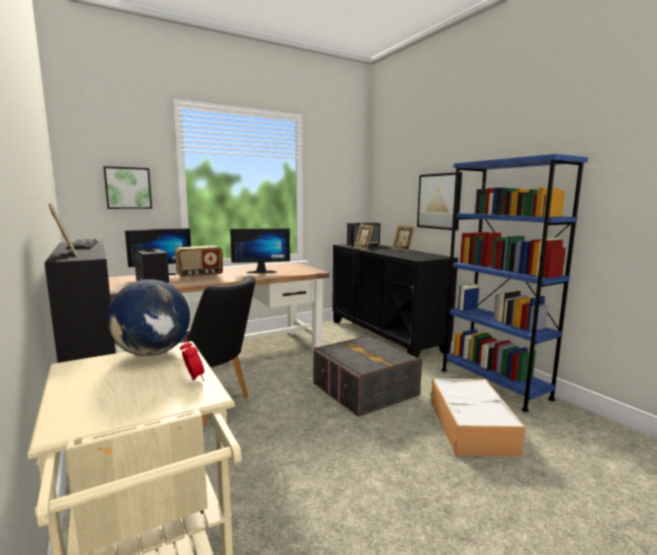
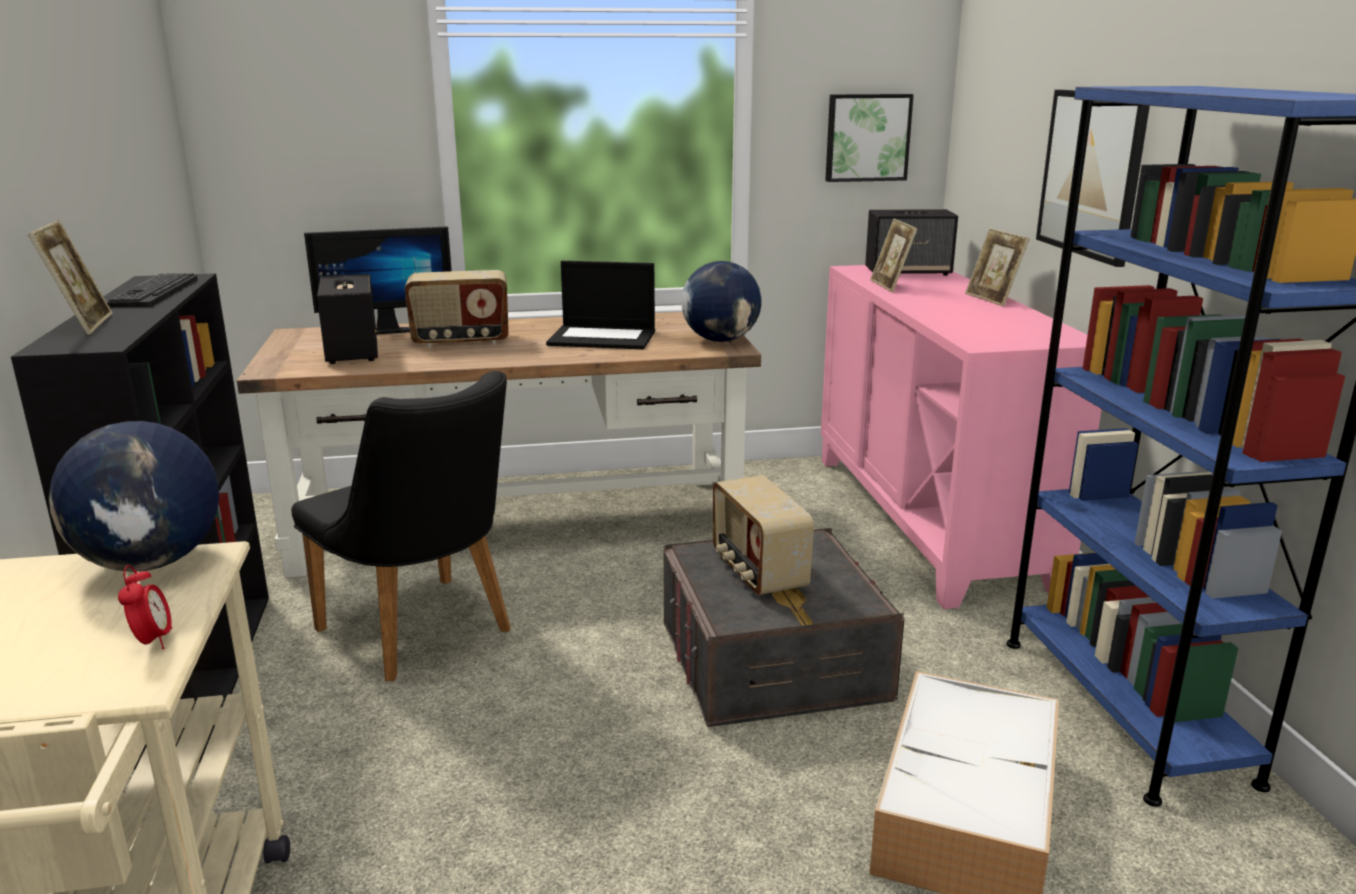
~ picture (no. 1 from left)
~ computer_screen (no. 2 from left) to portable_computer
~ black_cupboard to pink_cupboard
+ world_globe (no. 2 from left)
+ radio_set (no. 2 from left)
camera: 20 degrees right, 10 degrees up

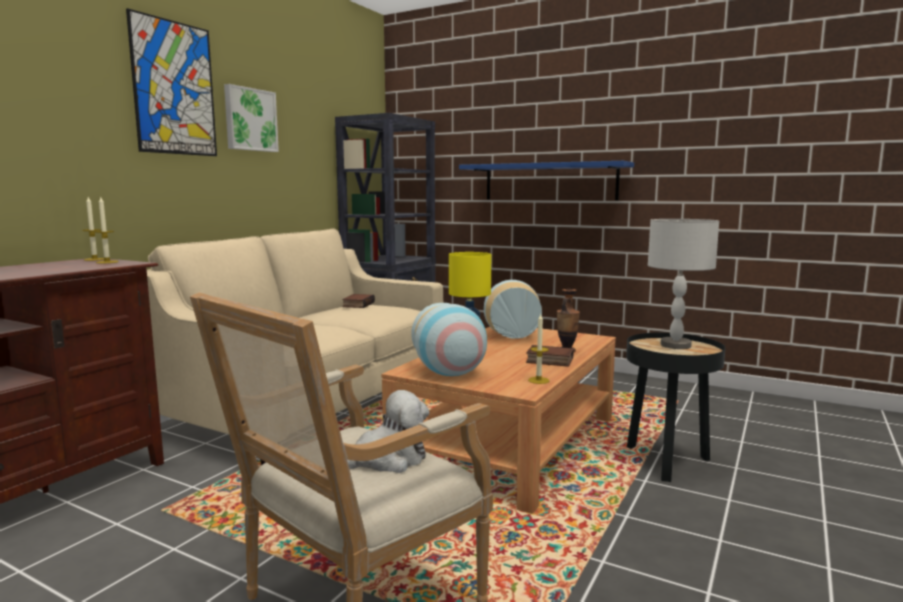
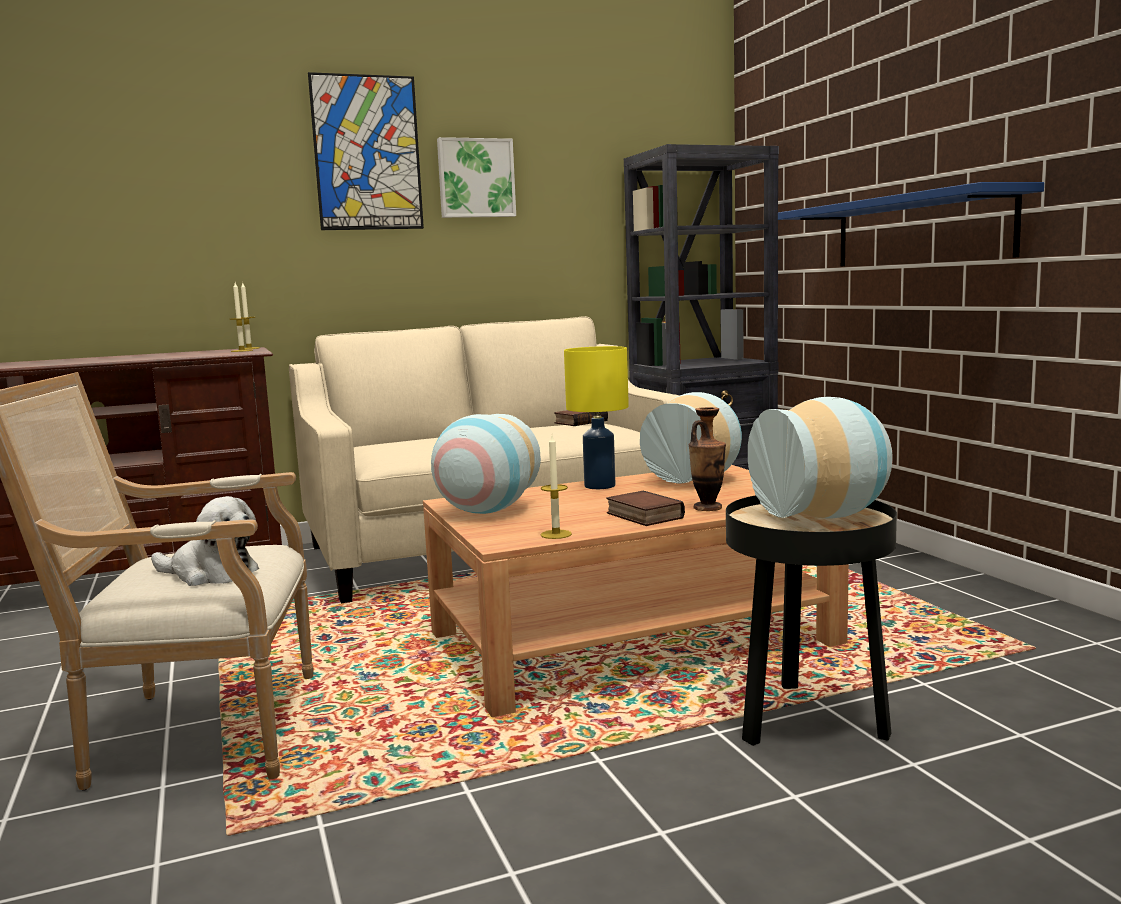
~ grey_lamp_for_a_table to flower_vase (no. 4 from left)
camera: 40 degrees right, 0 degrees up

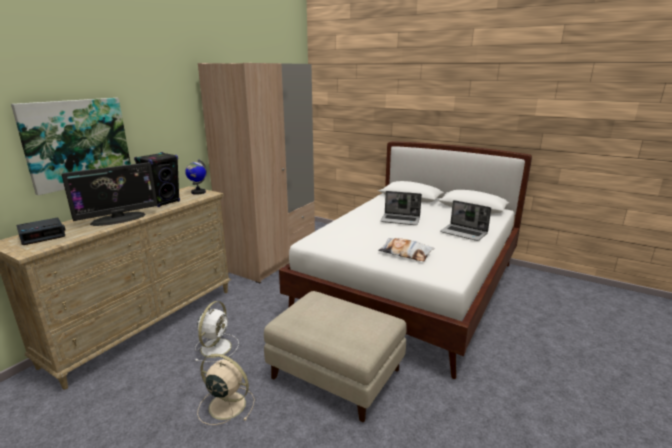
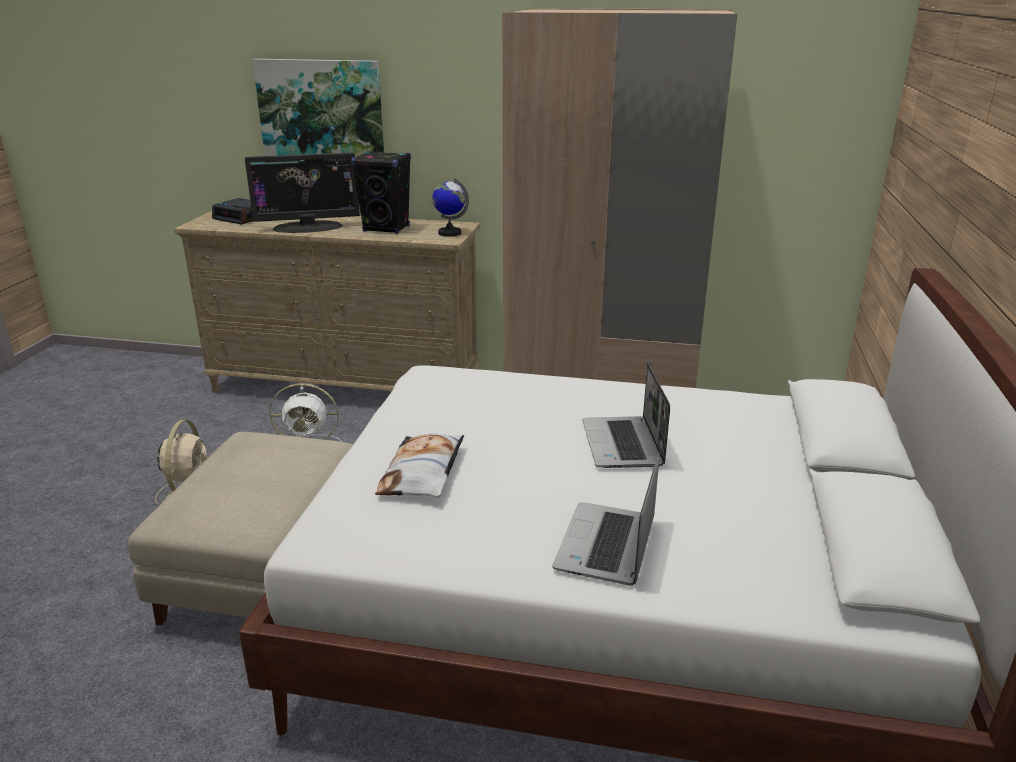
~ computer_screen 45 degrees counterclockwise
camera: 70 degrees right, 5 degrees up

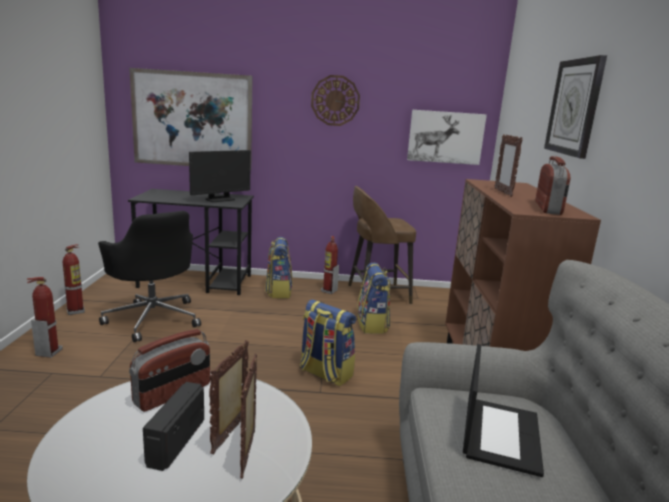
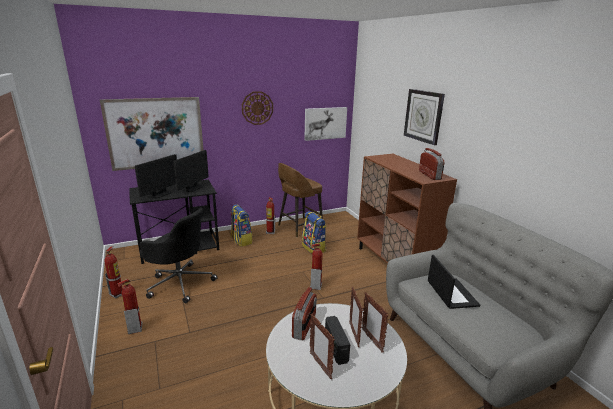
~ knapsack (no. 2 from left) to fire_extinguisher (no. 4 from left)
~ photo_frame (no. 3 from left in the first image) to photo_frame (no. 1 from left)
+ computer_screen (no. 1 from left)
camera: 25 degrees left, 5 degrees up

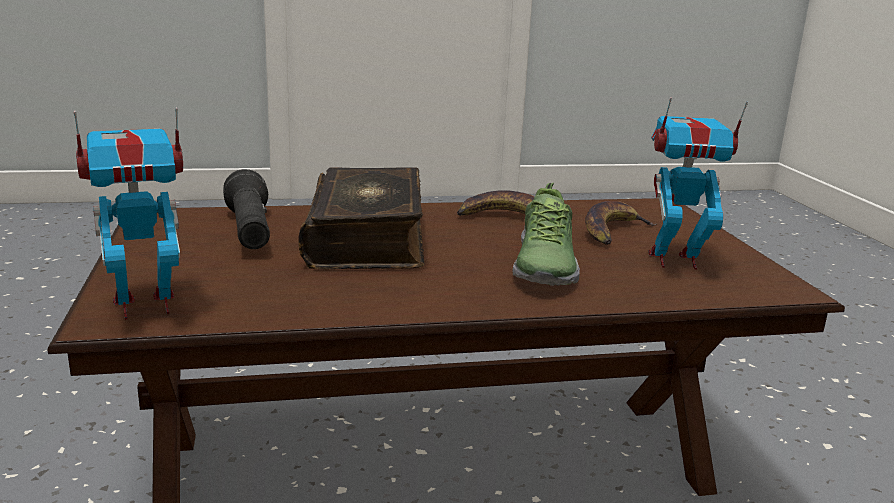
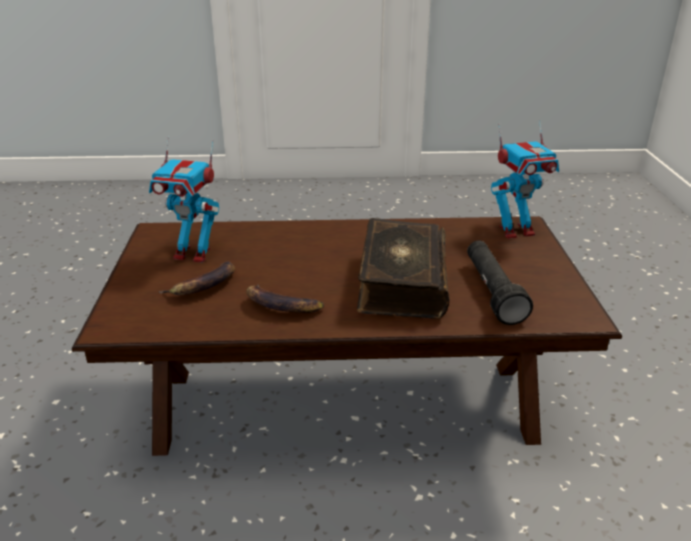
- item_of_footwear
camera: 170 degrees left, 10 degrees up

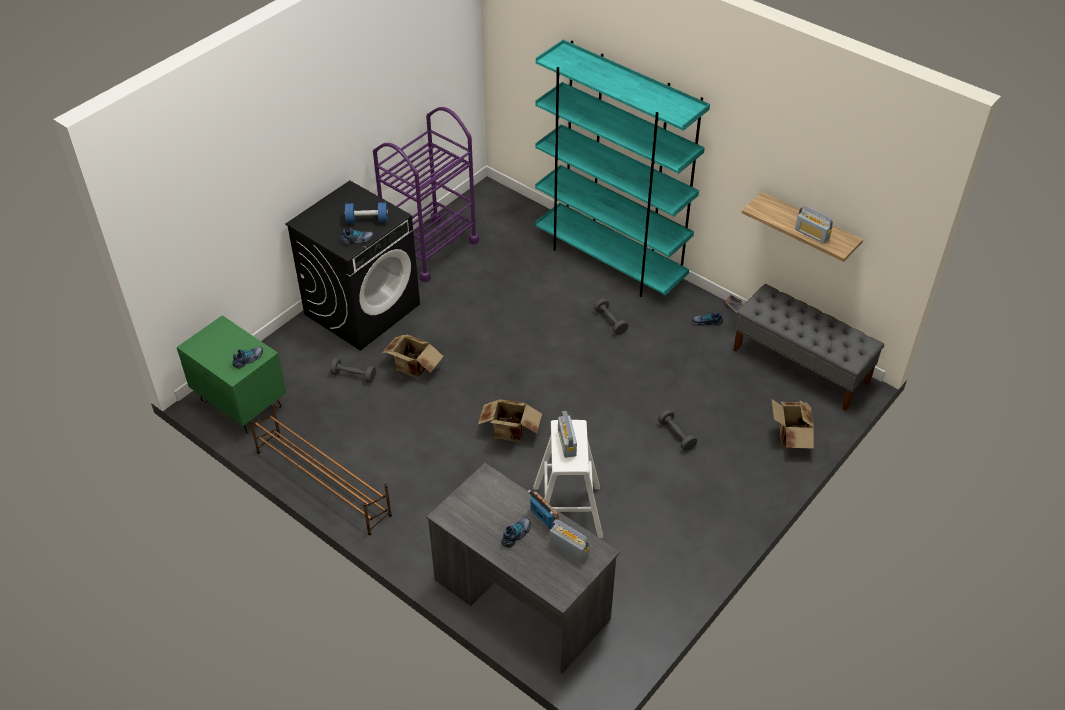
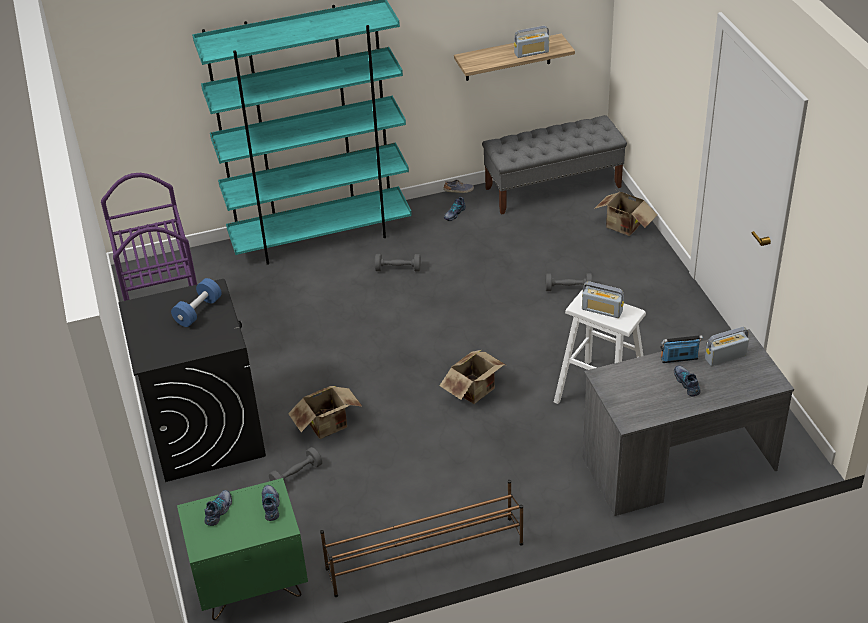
~ item_of_footwear (no. 2 from left in the first image) to item_of_footwear (no. 1 from left)
camera: 55 degrees left, 5 degrees down

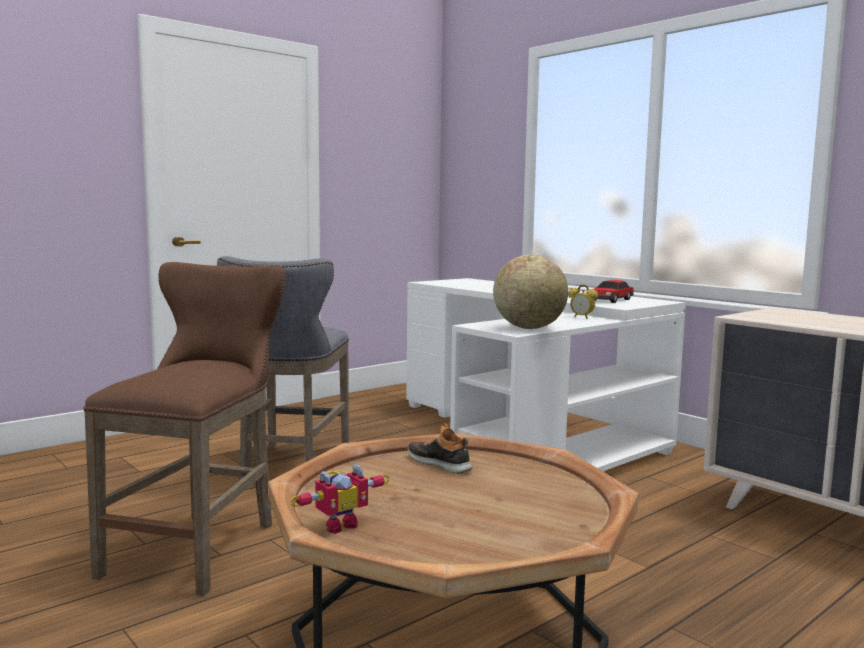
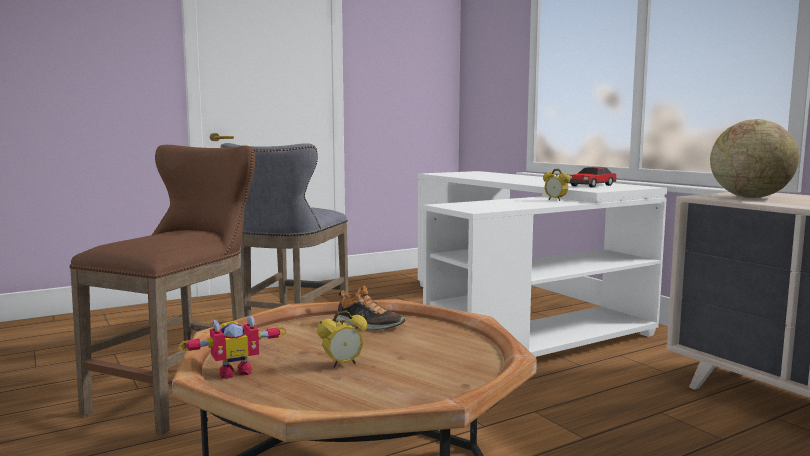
~ item_of_footwear 150 degrees clockwise
~ world_globe
+ alarm_clock (no. 1 from left)
camera: 10 degrees right, 0 degrees up

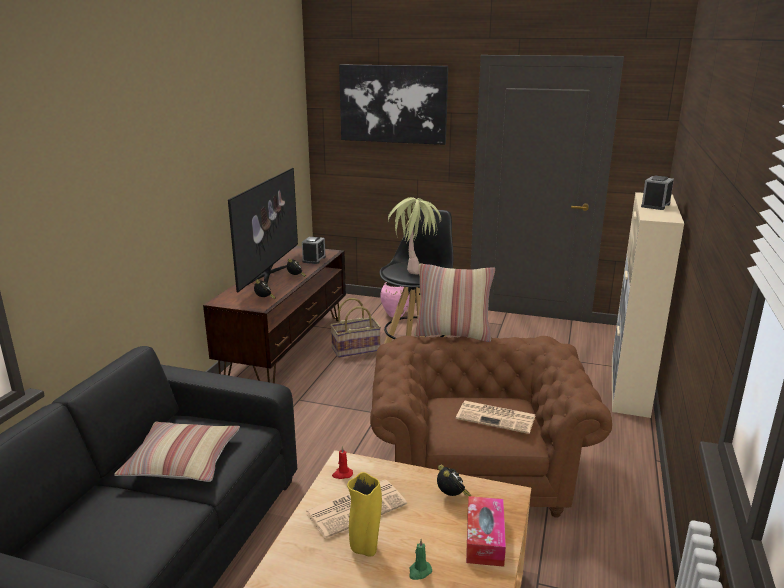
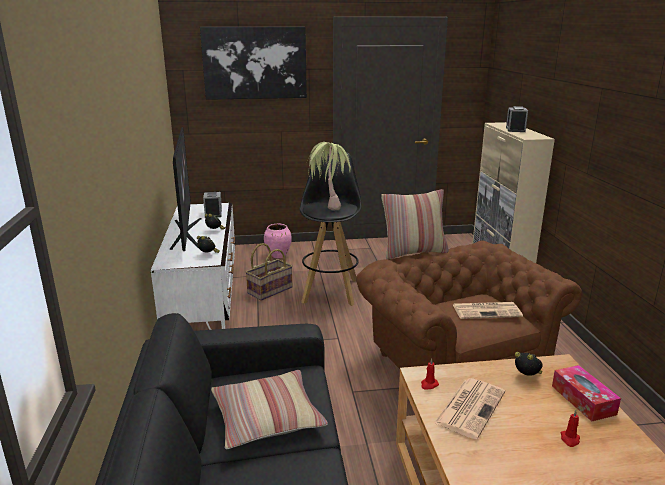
~ brown-coloured_tv_unit to whitish_tv_unit
- yellow-coloured_flower_vase
~ green_wax_light to reddish_wax_light (no. 2 from left)
camera: 25 degrees left, 0 degrees up

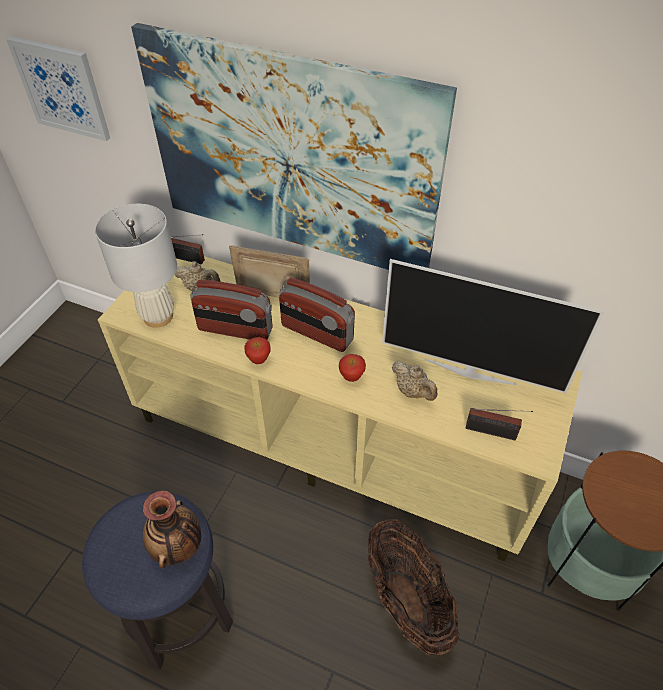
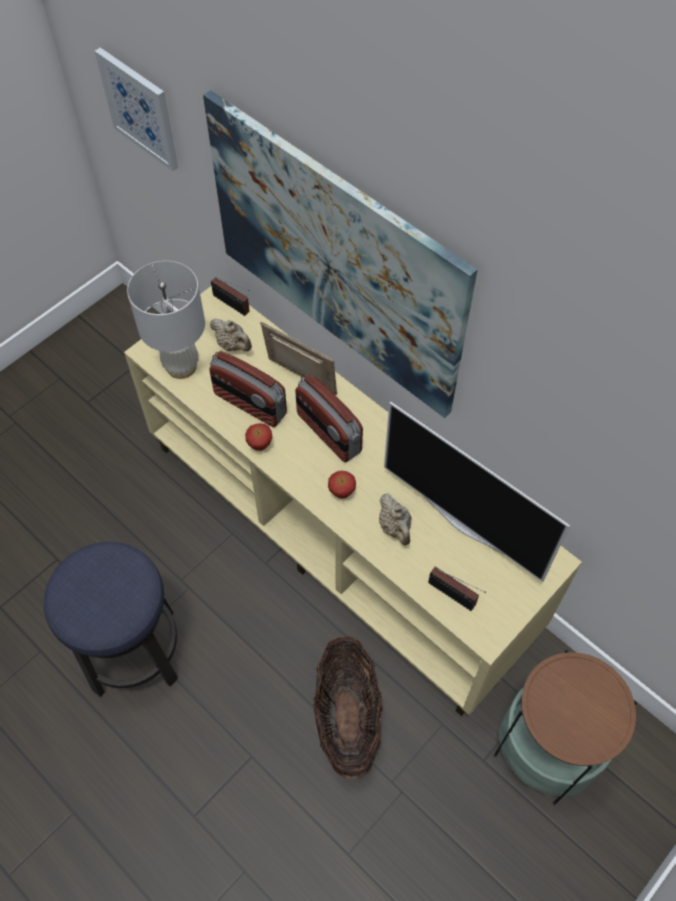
- flower_vase
camera: 20 degrees right, 10 degrees up

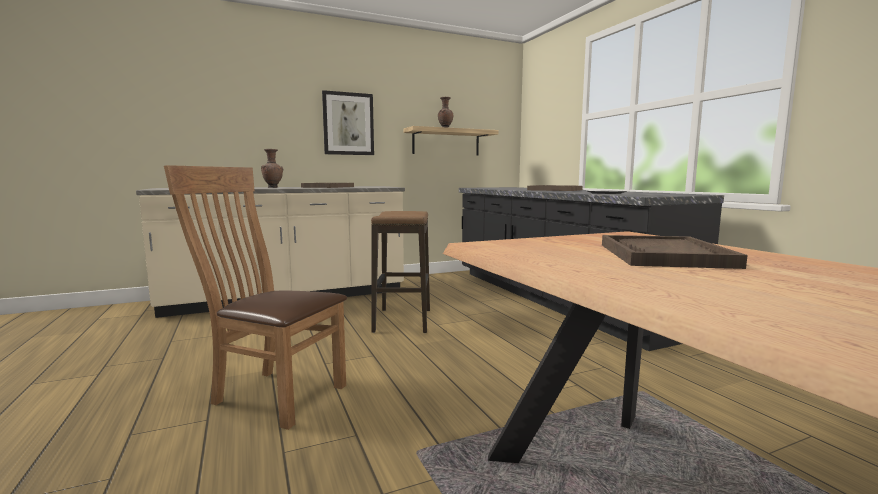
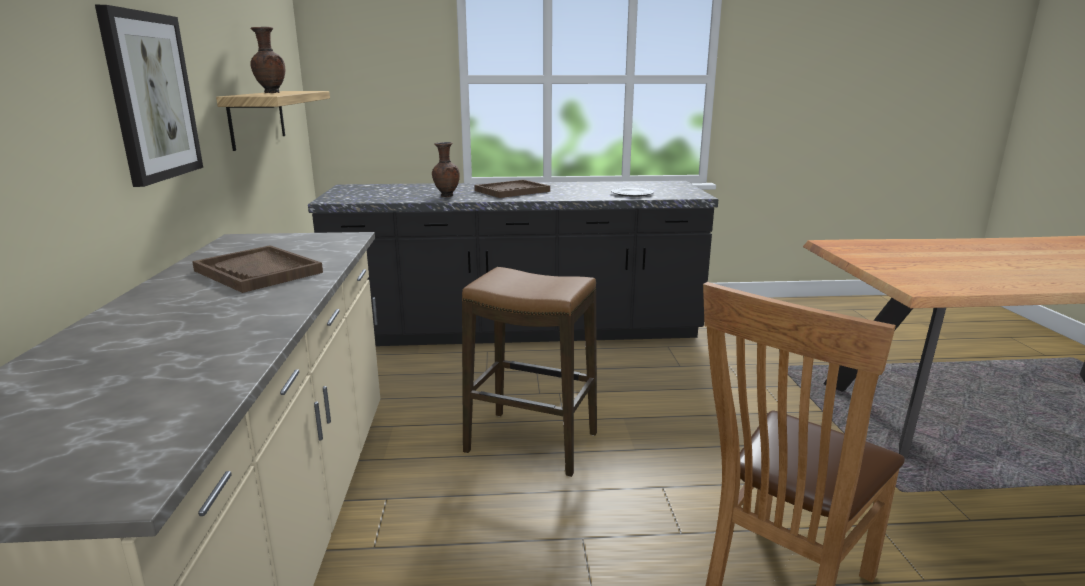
~ brown-coloured_flower_vase (no. 1 from left in the first image) to brown-coloured_flower_vase (no. 2 from left)
- brown-coloured_tray (no. 3 from left)
camera: 70 degrees left, 10 degrees up

